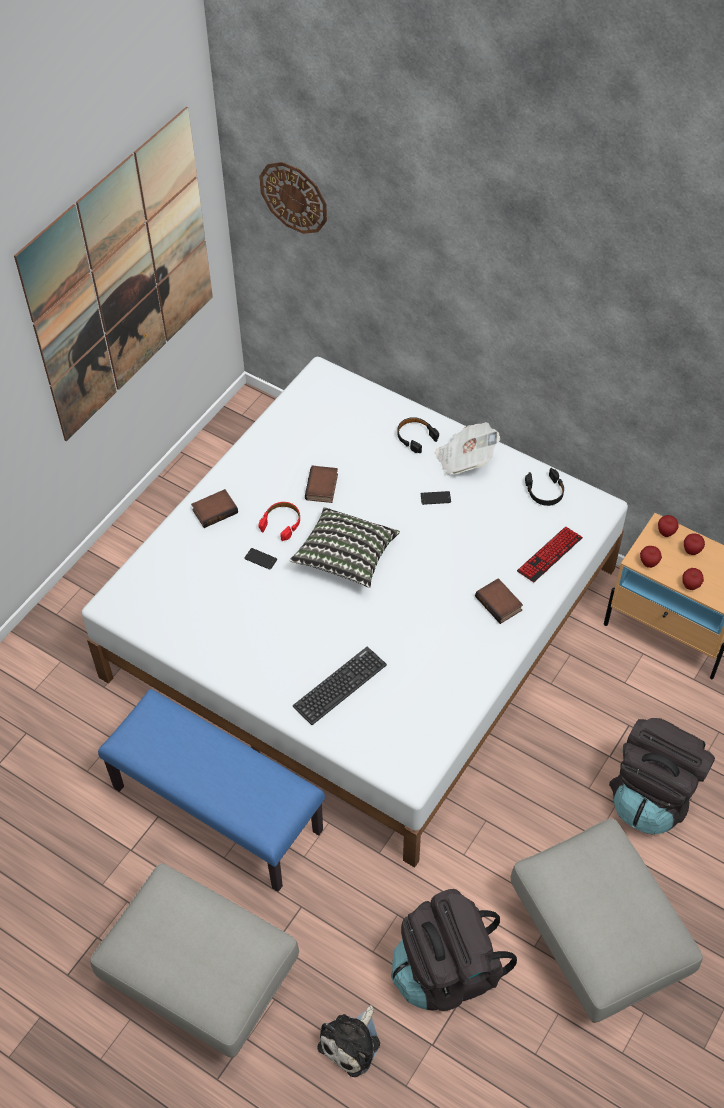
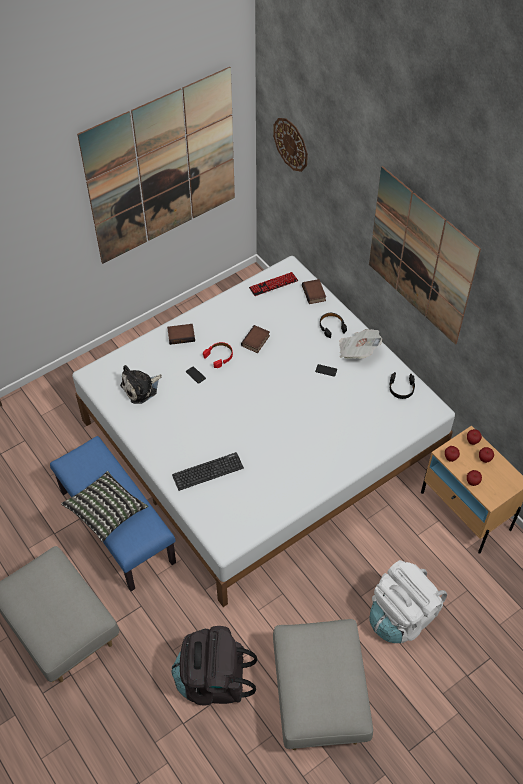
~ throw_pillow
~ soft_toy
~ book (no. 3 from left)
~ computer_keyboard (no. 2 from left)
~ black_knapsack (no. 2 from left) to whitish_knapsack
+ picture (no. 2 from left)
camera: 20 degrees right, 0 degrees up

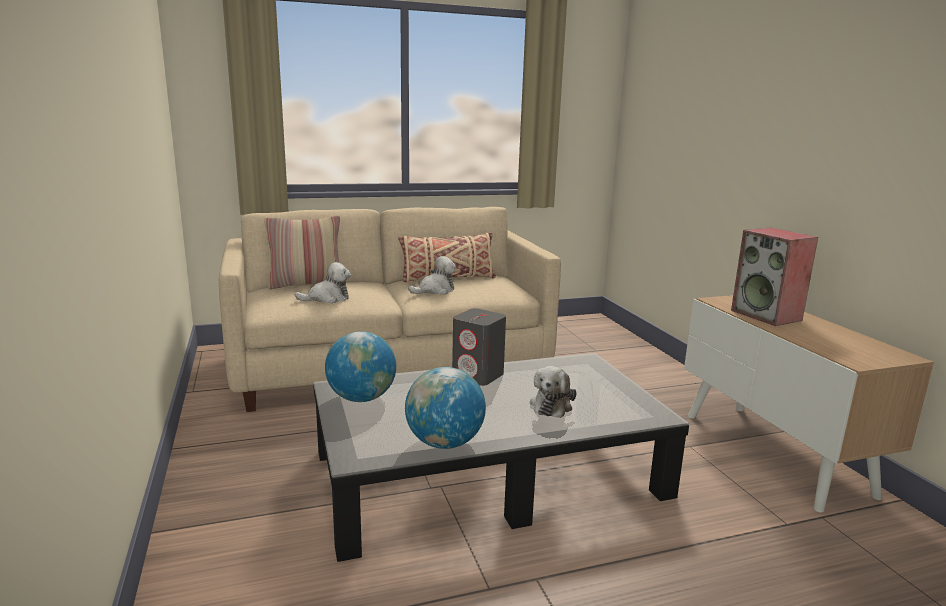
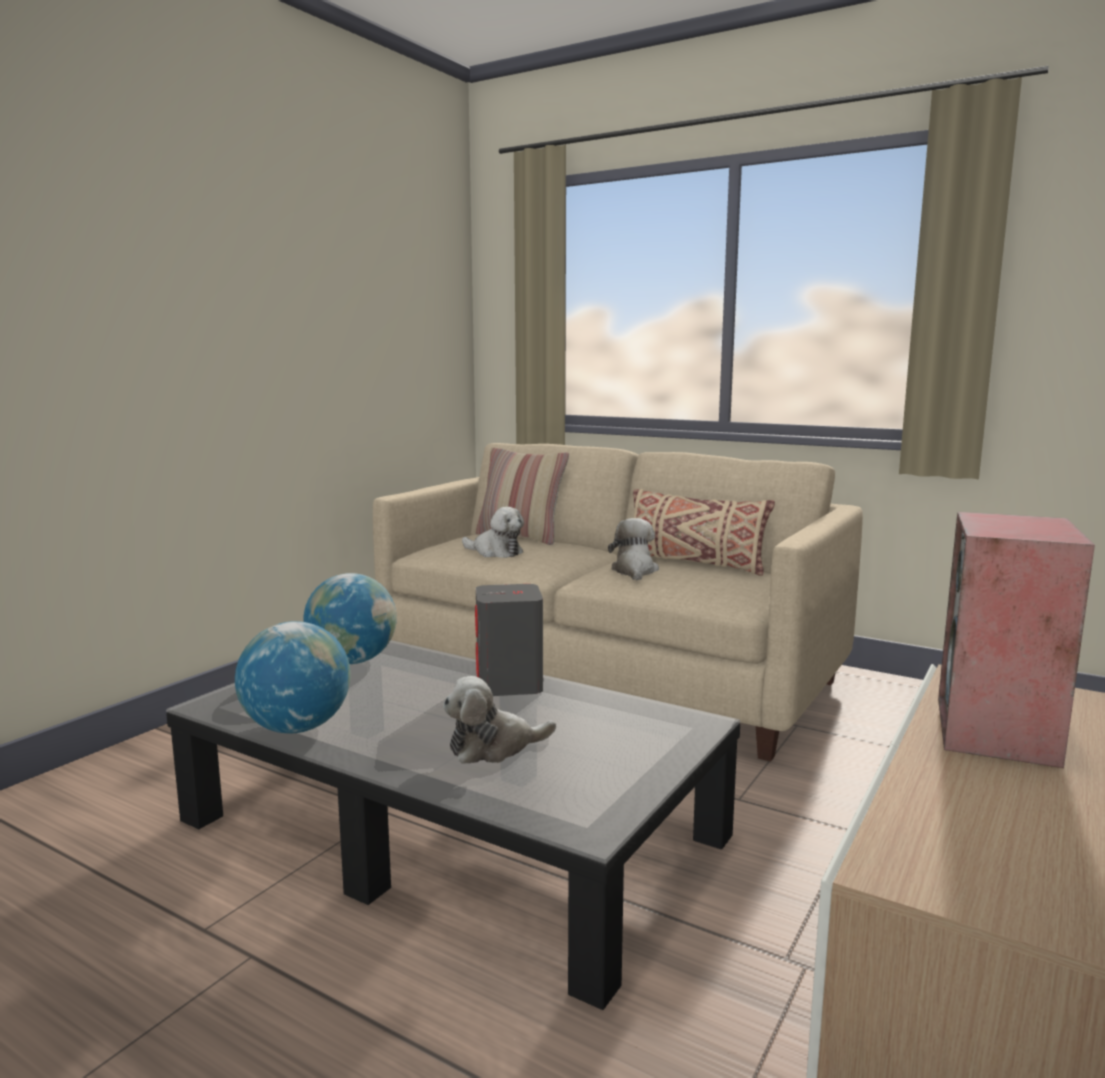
~ soft_toy (no. 2 from left in the first image) 105 degrees counterclockwise
camera: 50 degrees right, 5 degrees down

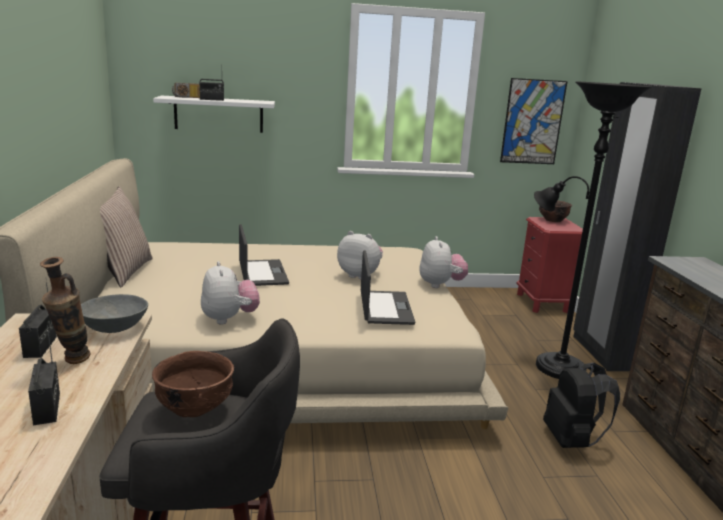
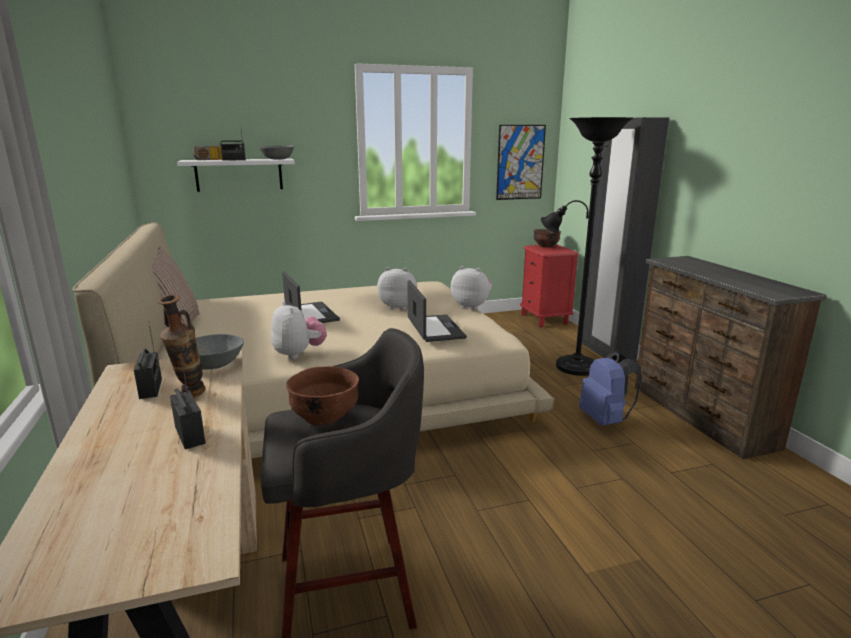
~ soft_toy (no. 3 from left) 45 degrees counterclockwise
~ black_knapsack to blue_knapsack
+ grey_serving_bowl (no. 2 from left)
camera: 10 degrees left, 0 degrees up

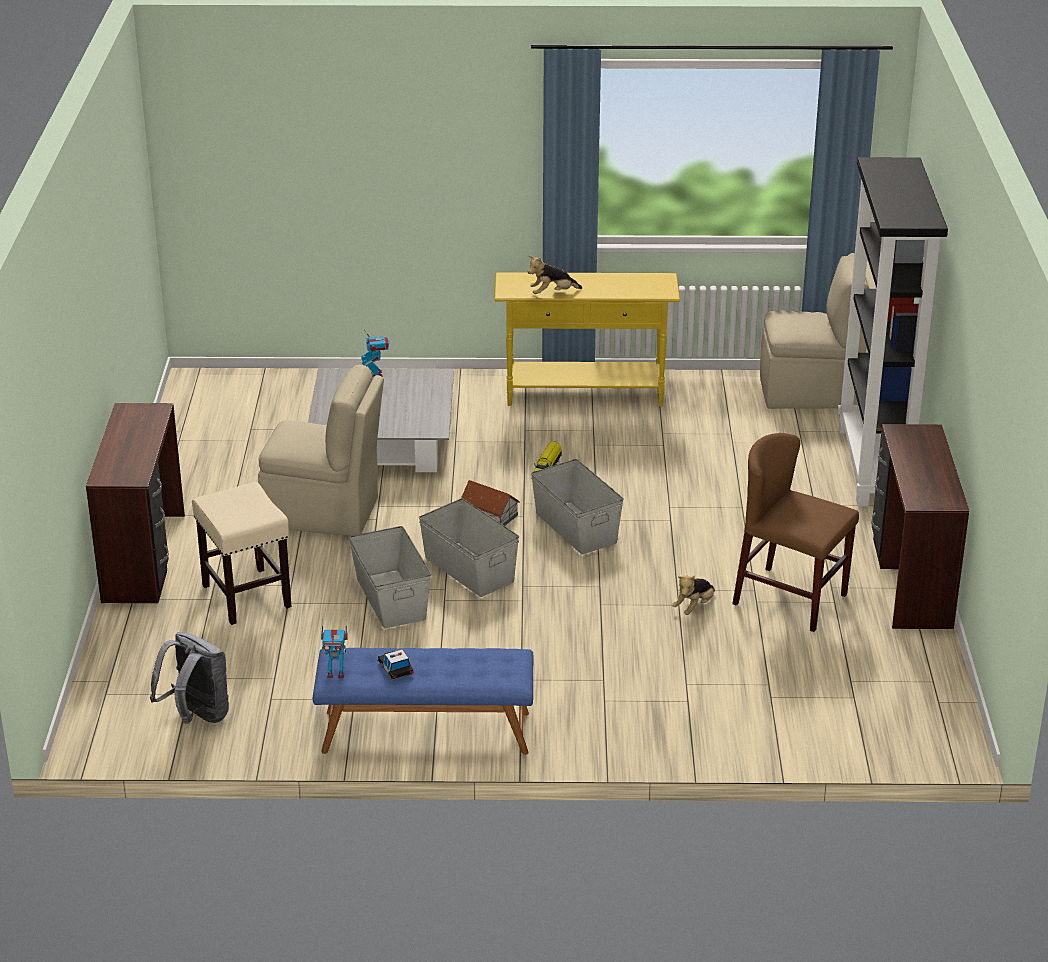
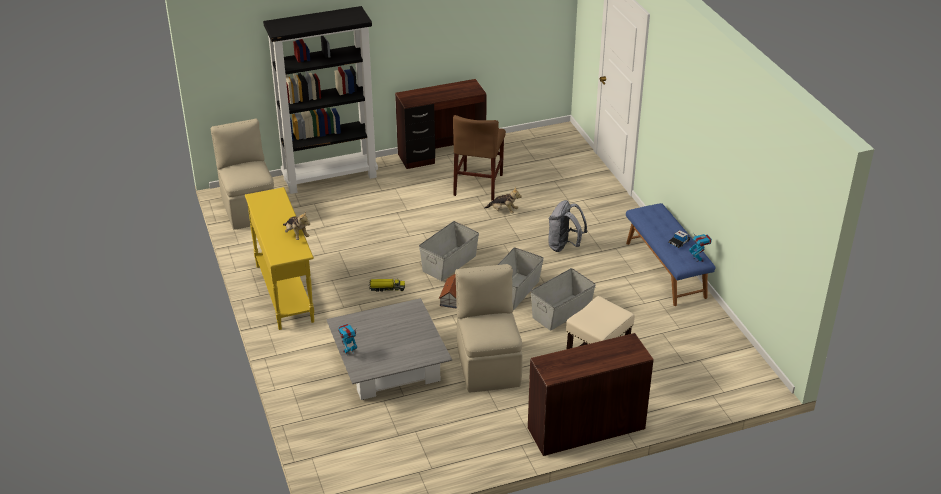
~ grey_knapsack
camera: 110 degrees left, 5 degrees up

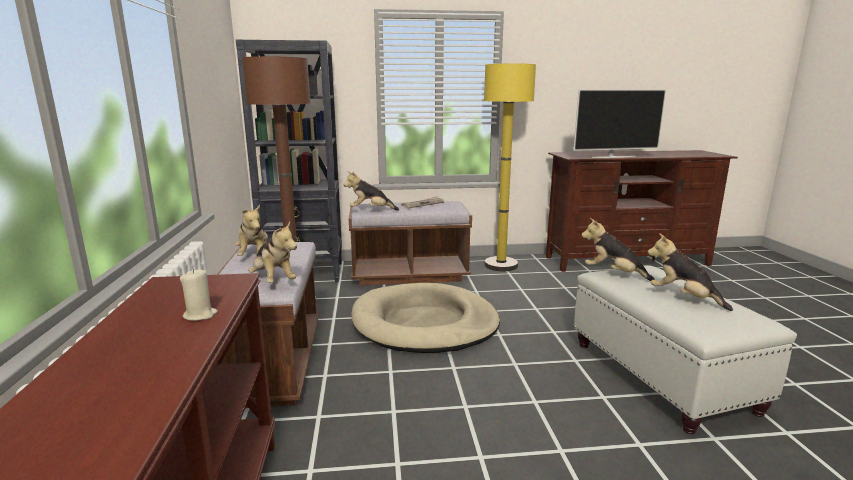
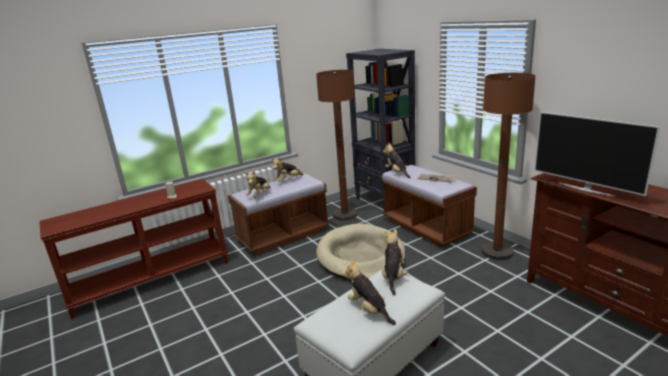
~ yellow-coloured_floor_lamp to brown-coloured_floor_lamp (no. 2 from left)
~ soft_toy (no. 5 from left in the first image) 60 degrees counterclockwise
camera: 65 degrees right, 5 degrees up

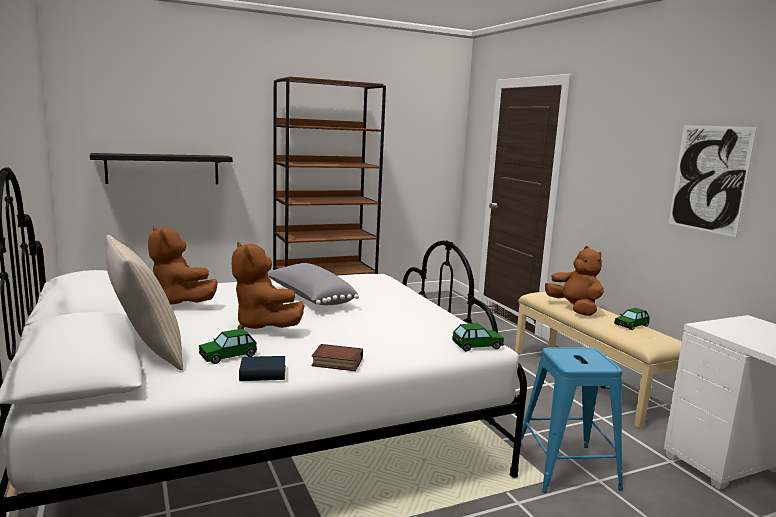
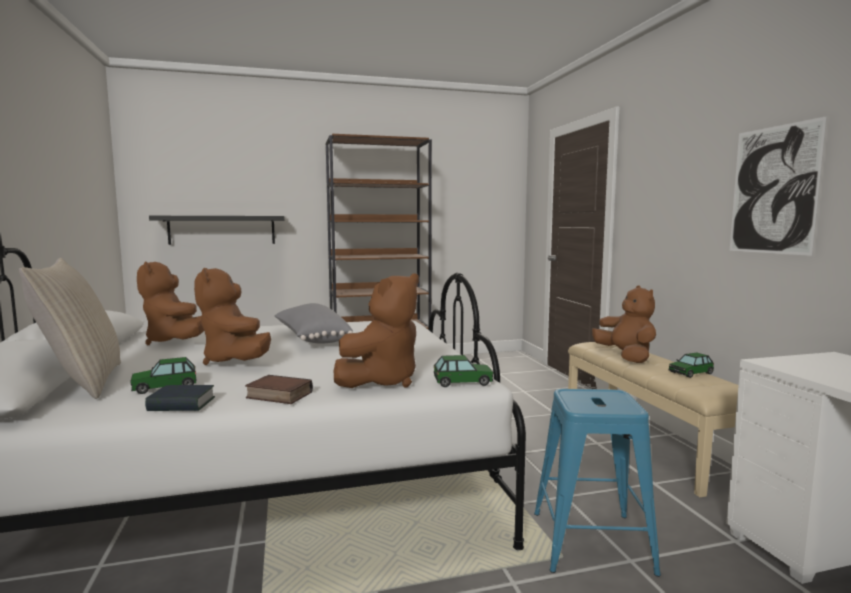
+ brown-coloured_soft_toy (no. 3 from left)
camera: 10 degrees right, 5 degrees down

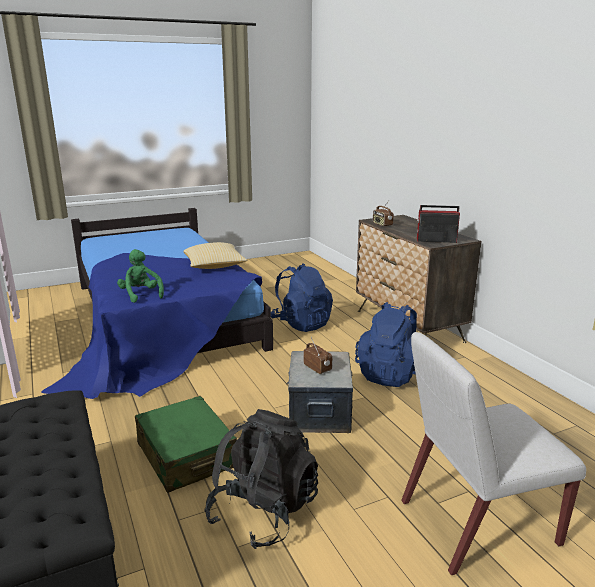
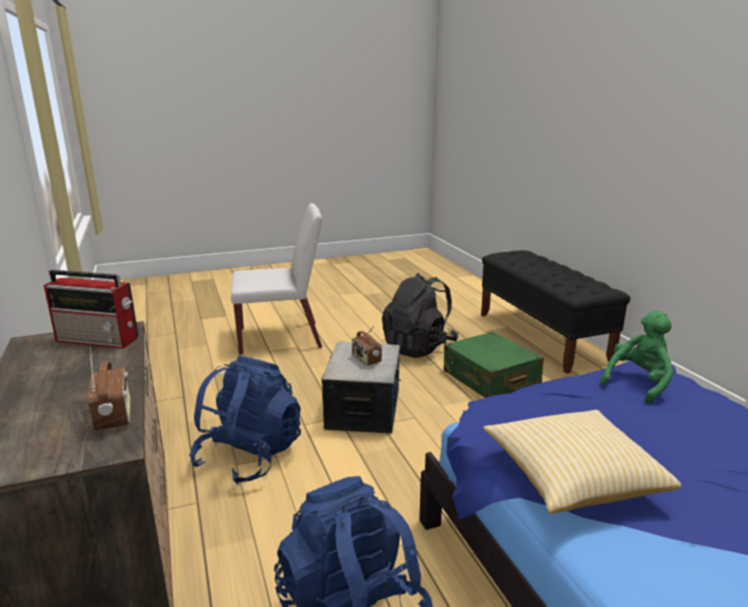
~ green_soft_toy 105 degrees counterclockwise
camera: 175 degrees left, 0 degrees up

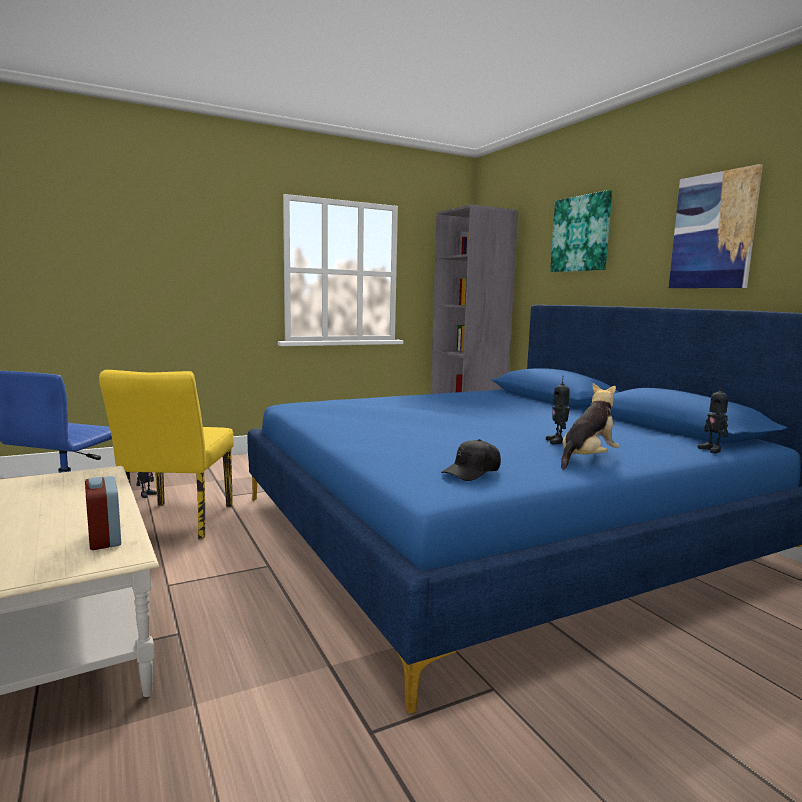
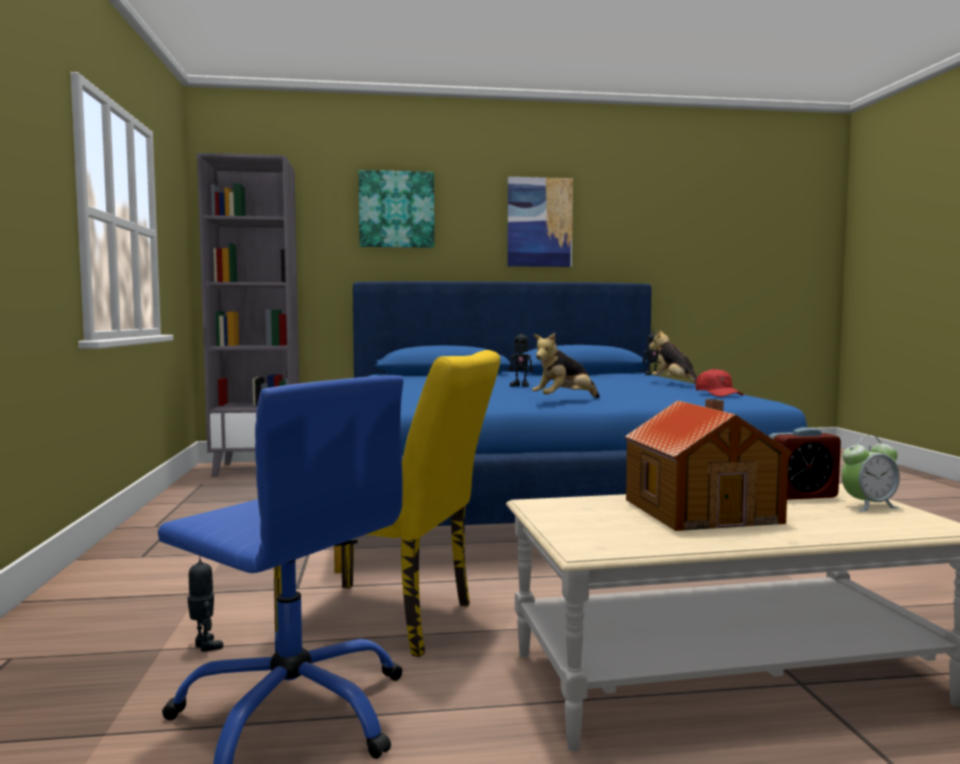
~ black_baseball_cap to reddish_baseball_cap
~ toy_robot (no. 2 from left)
+ soft_toy (no. 1 from left)
+ miniature_house
+ alarm_clock (no. 2 from left)
camera: 70 degrees left, 5 degrees down

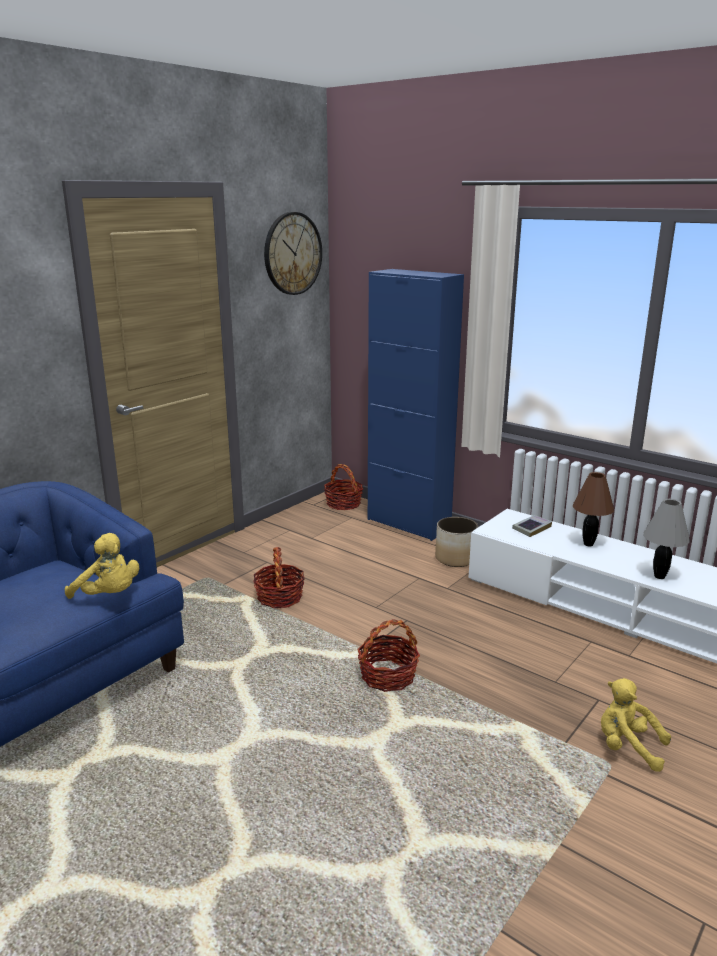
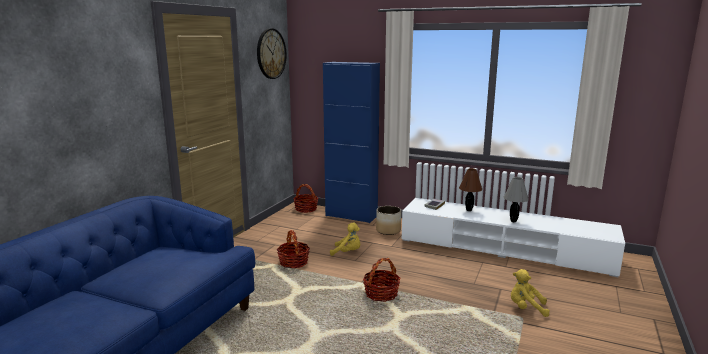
~ yellow-coloured_soft_toy (no. 1 from left)
camera: 15 degrees left, 5 degrees down

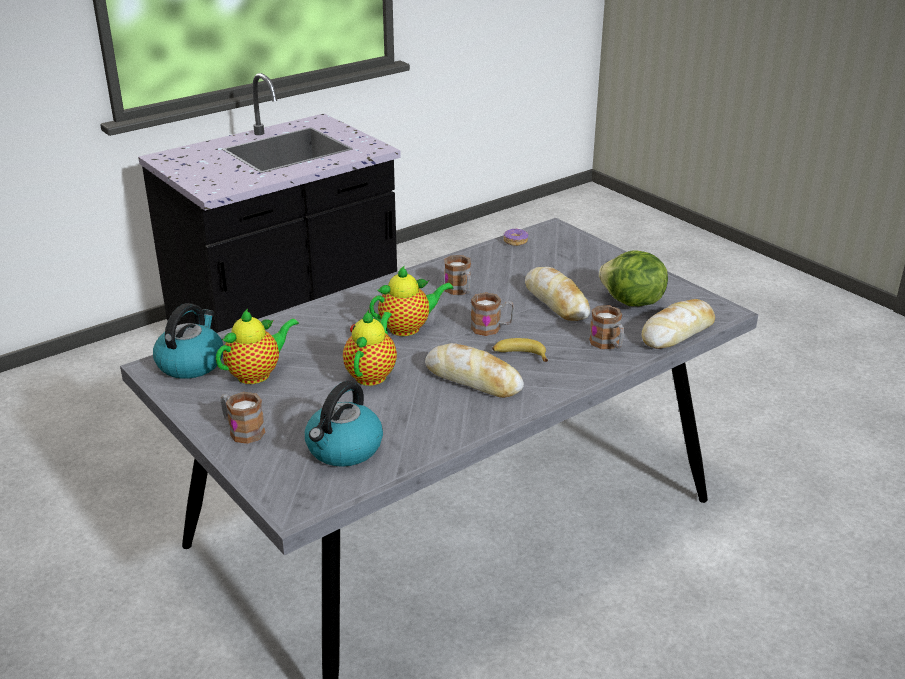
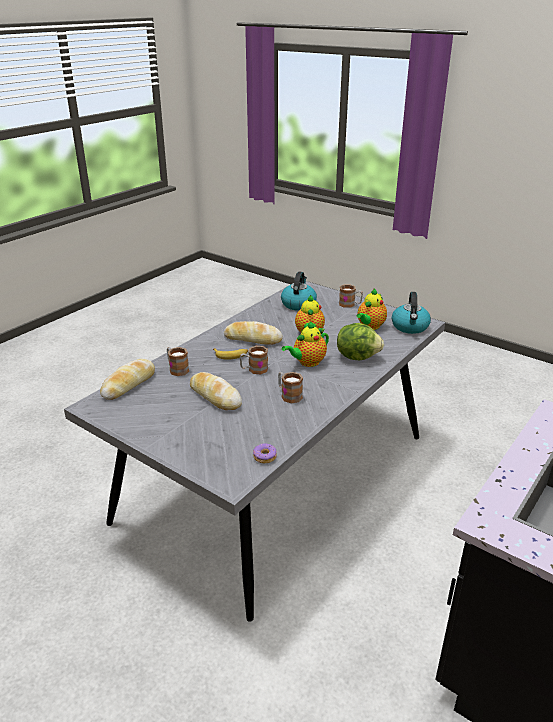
~ head_of_lettuce
camera: 165 degrees right, 0 degrees up

